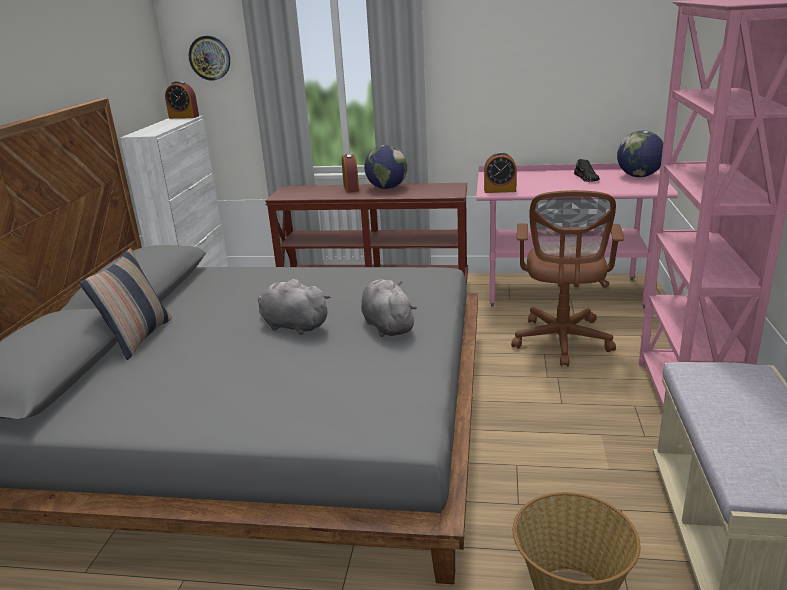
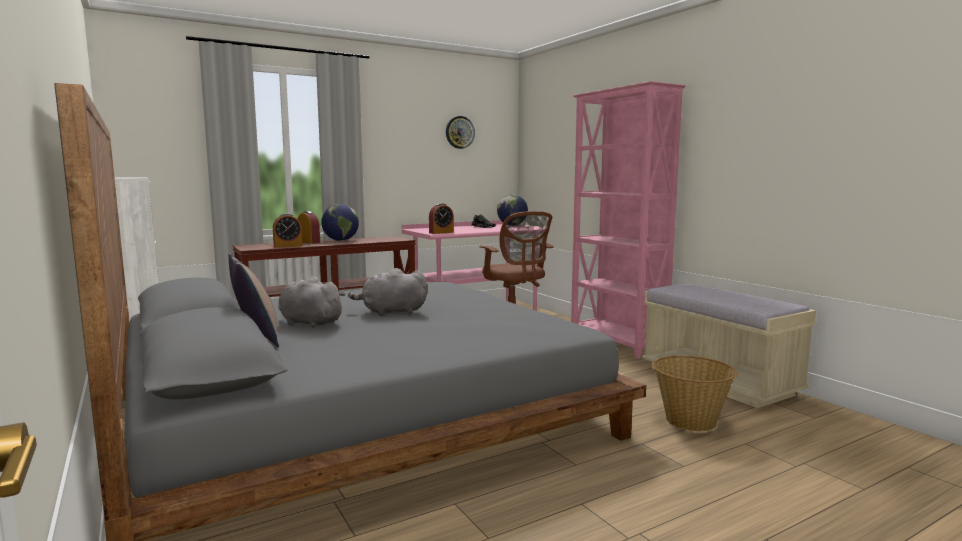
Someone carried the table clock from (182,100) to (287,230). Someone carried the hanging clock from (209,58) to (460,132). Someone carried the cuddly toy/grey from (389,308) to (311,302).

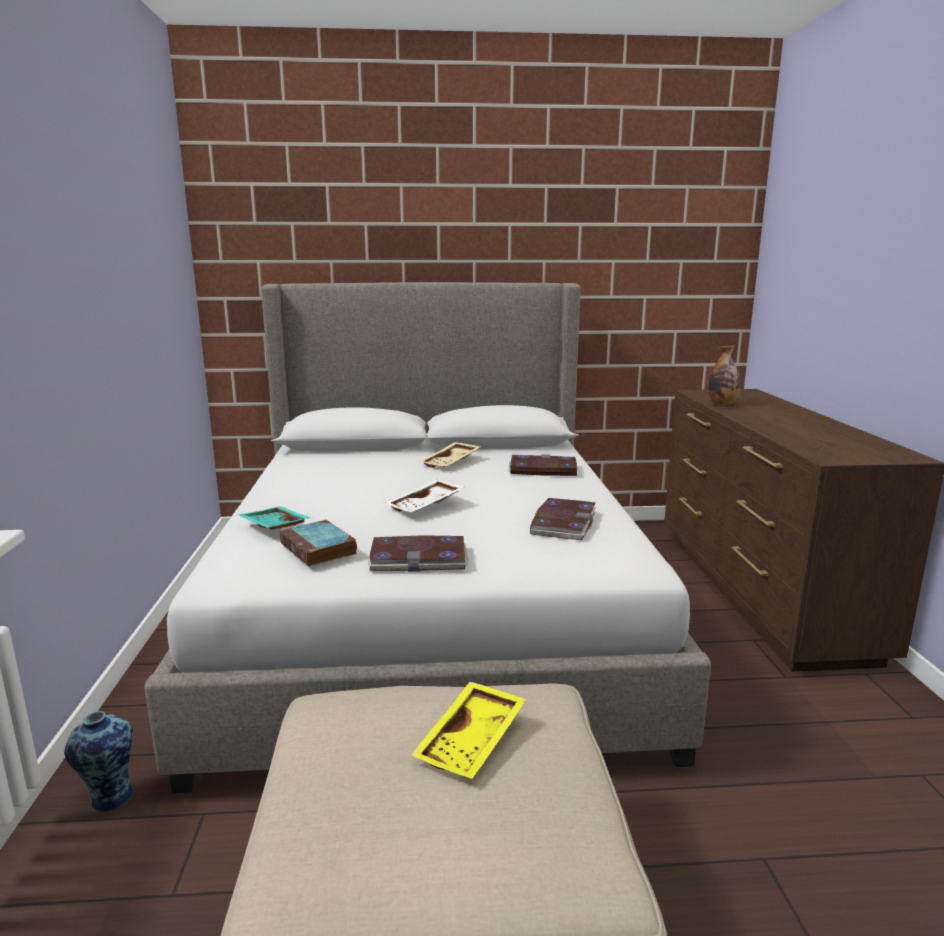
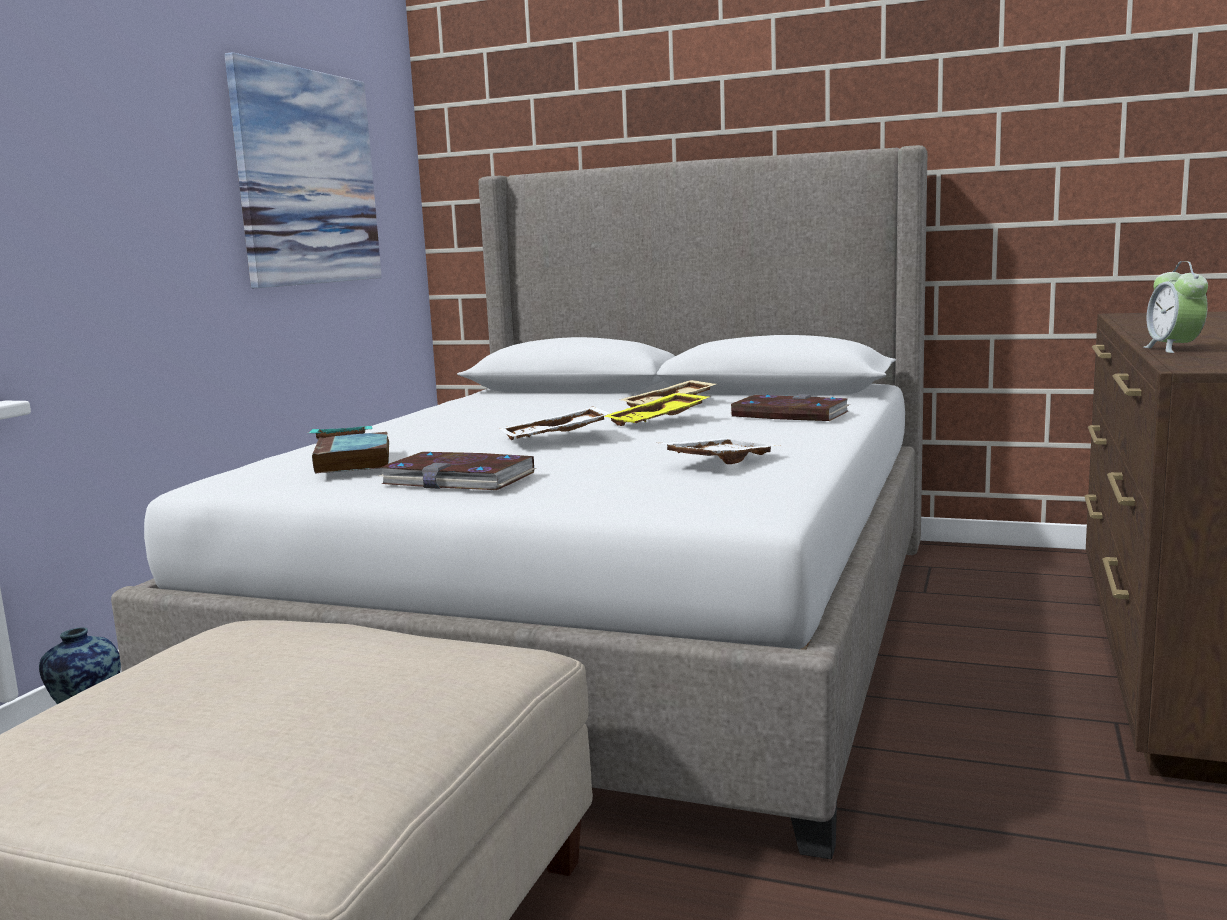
Someone carried the carrying tray/yellow-coloured from (468,730) to (656,409). Someone swapped the bound book at (563,519) for the carrying tray/whitish at (718,451). Someone took away the beverage bottle at (725,375). Someone put up the picture at (303,170). Someone put down the table clock at (1176,307).

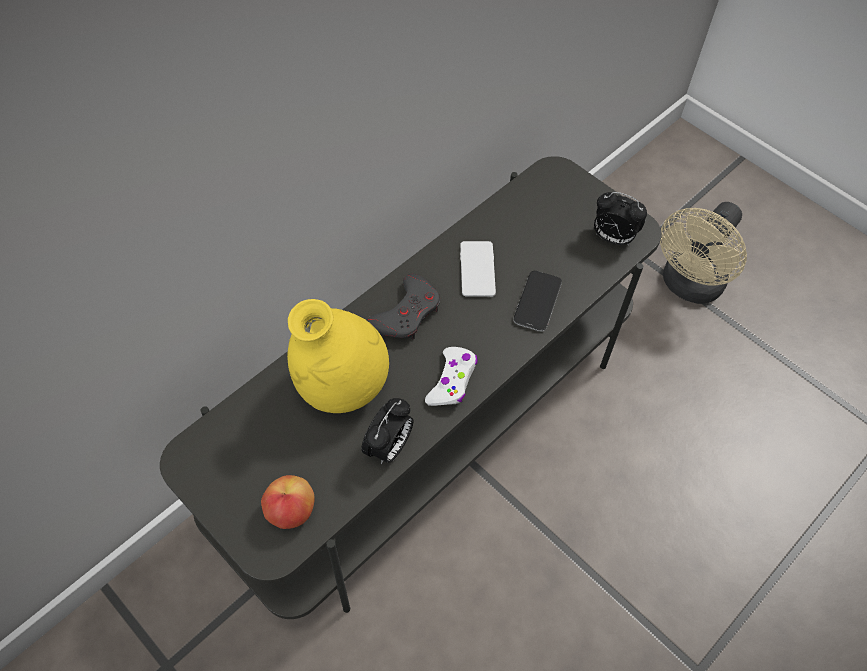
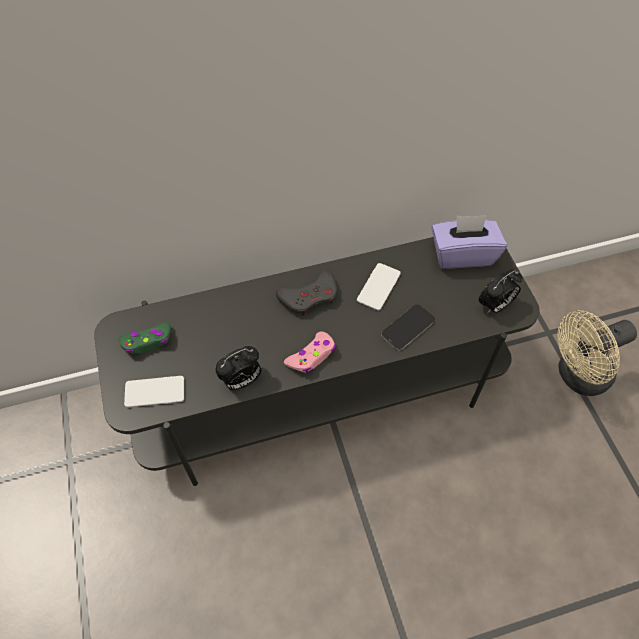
Someone swapped the apple at (288,502) for the handset at (154,391). Someone took away the decorative vase/yellow-coloured at (338,356). Someone repainted the game controller/whitish at (451,376), which became the game controller/pink-coloured at (310,352). Someone rotated the table clock at (620,219) by 90 degrees counterclockwise. Someone put down the game controller/green-coloured at (144,338). Someone put down the tissue holder/purple-coloured at (469,242).

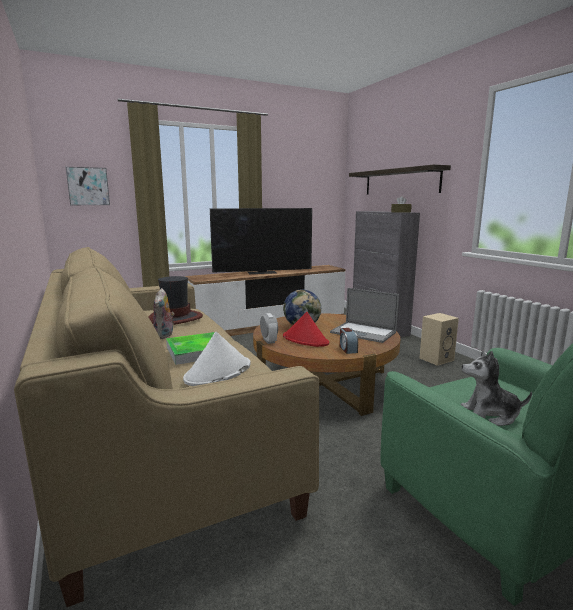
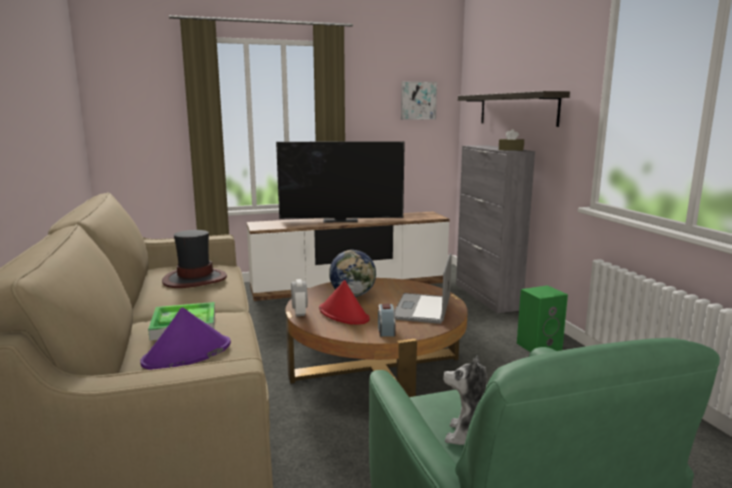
Someone carried the picture from (88,186) to (419,100). Someone took away the cuddly toy at (164,313). Someone repainted the clothing hat/whitish at (216,359), which became the clothing hat/purple-coloured at (185,338). Someone rotated the notebook computer at (364,315) by 60 degrees clockwise. Someone repainted the loudspeaker/beige-coloured at (439,339), which became the loudspeaker/green-coloured at (542,318).

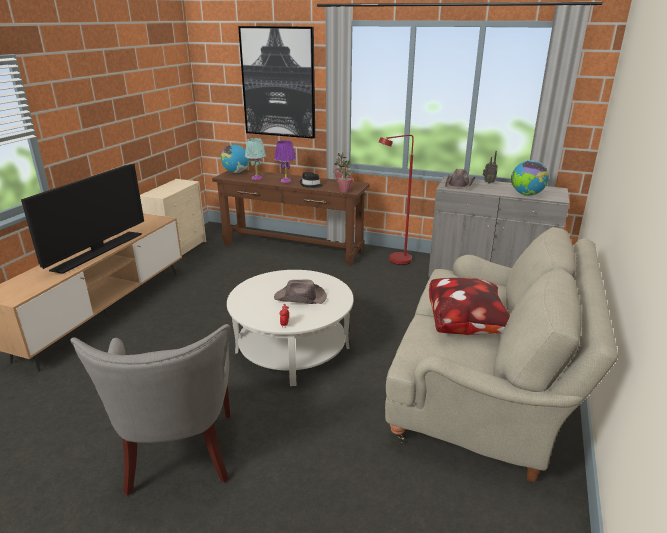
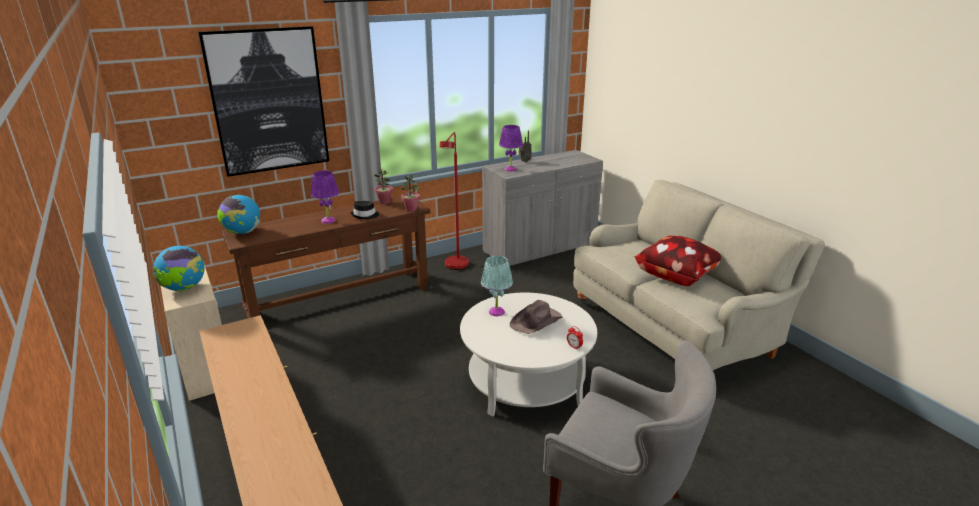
Someone took away the television at (82,219). Someone carried the lamp for a table/turquoise-coloured from (255,159) to (497,286). Someone swapped the clothing hat/brown at (460,179) for the lamp for a table/purple-coloured at (511,148). Someone carried the globe from (530,178) to (178,269).

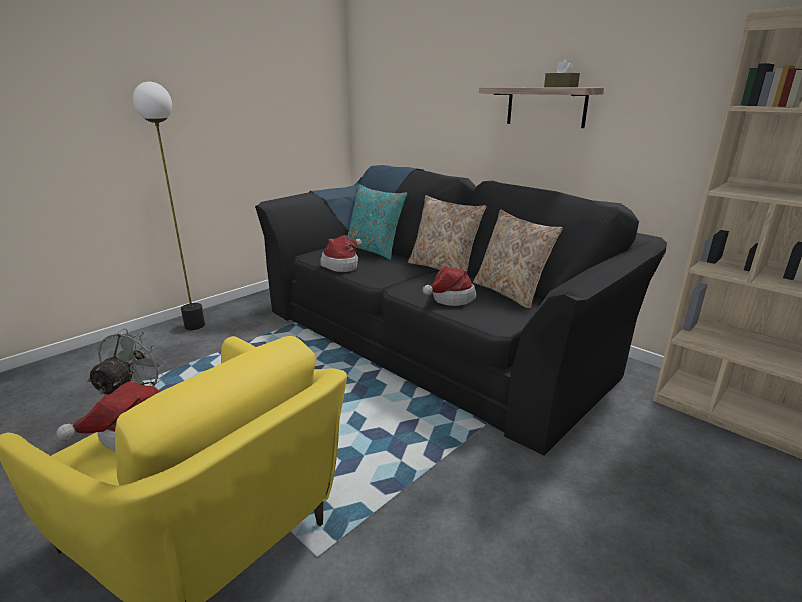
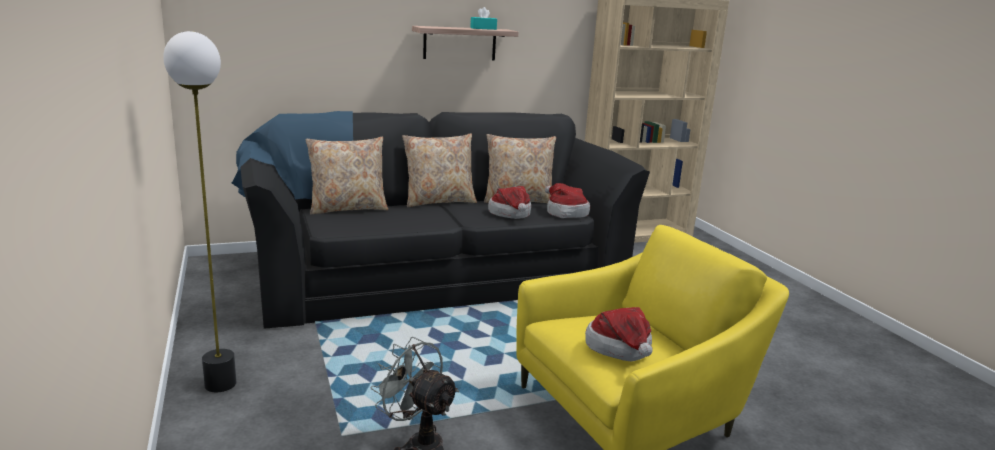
Someone carried the clothing hat from (341,253) to (567,200). Someone repainted the cushion/turquoise-coloured at (377,222), which became the cushion/beige-coloured at (347,175). Someone repainted the tissue holder/brown at (562,73), which became the tissue holder/turquoise-coloured at (483,18).

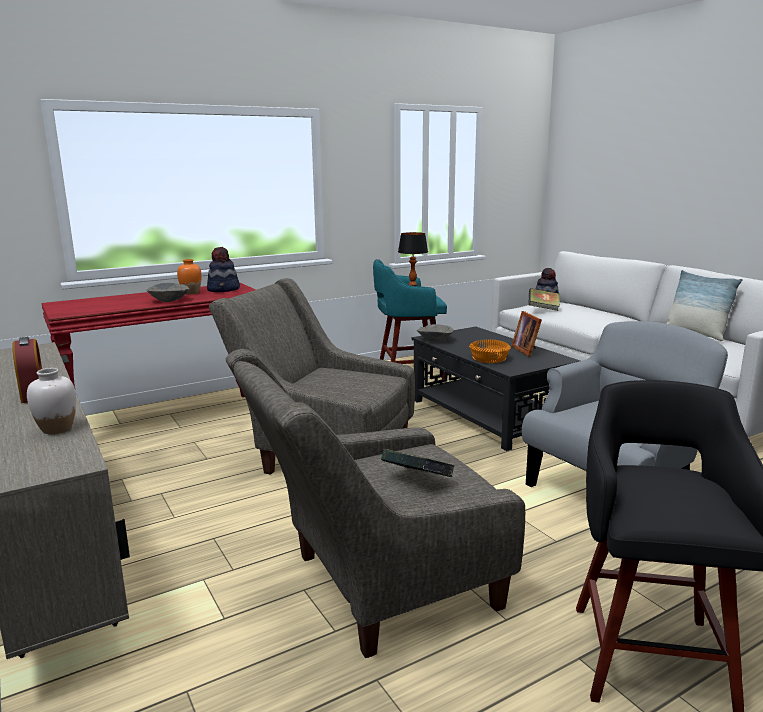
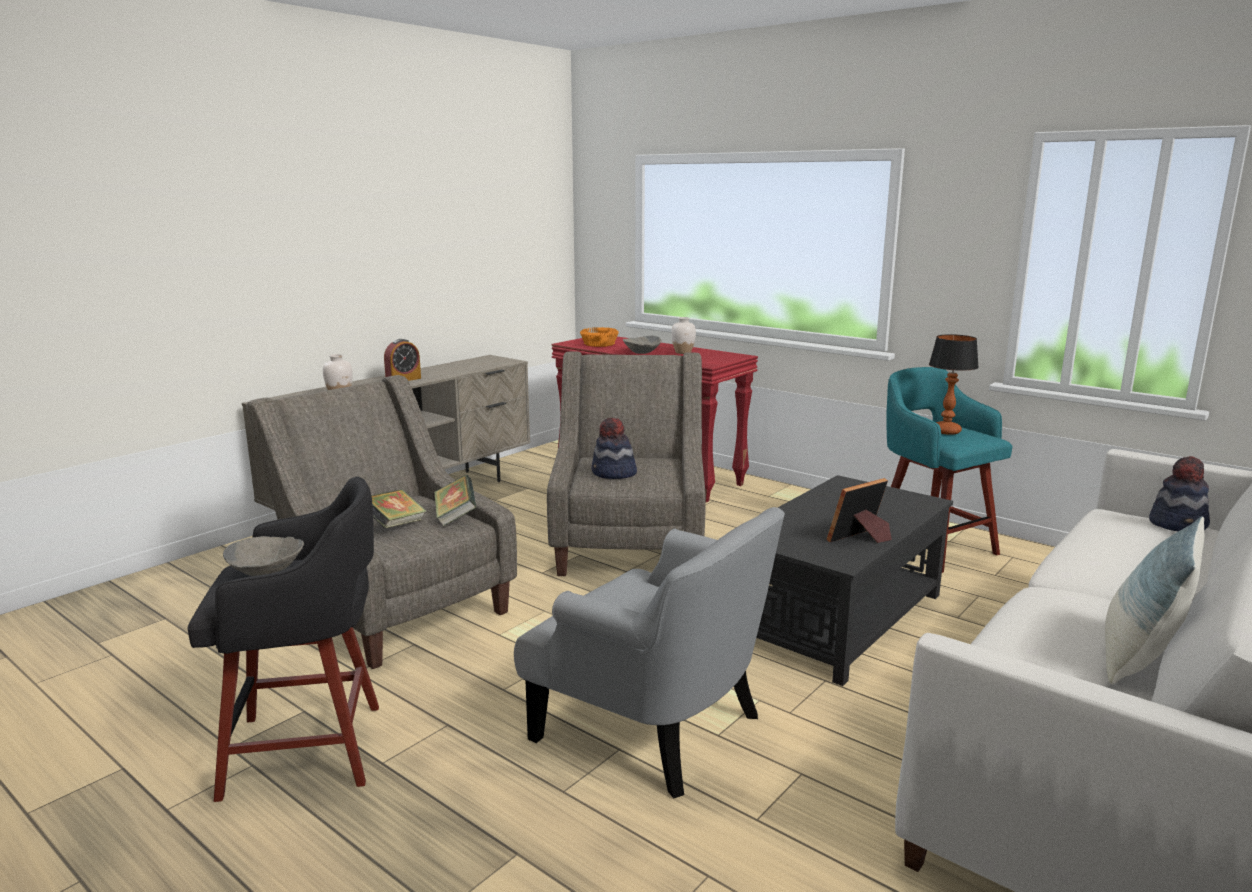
Someone repainted the decorative vase/orangey at (189,276), which became the decorative vase/whitish at (683,335). Someone carried the clothing hat from (223,269) to (614,448). Someone carried the serving bowl/grey from (435,333) to (263,556). Someone carried the serving bowl/orangey from (490,351) to (599,337). Someone carried the bound book from (544,299) to (455,501).

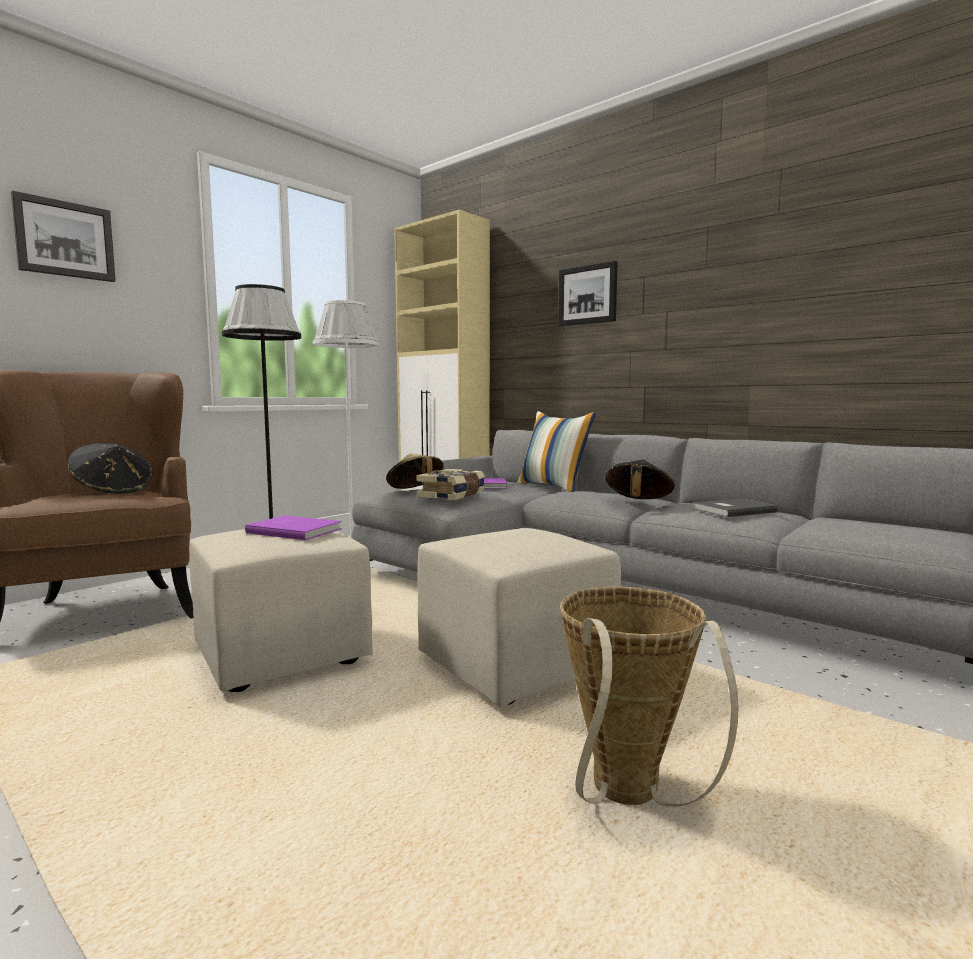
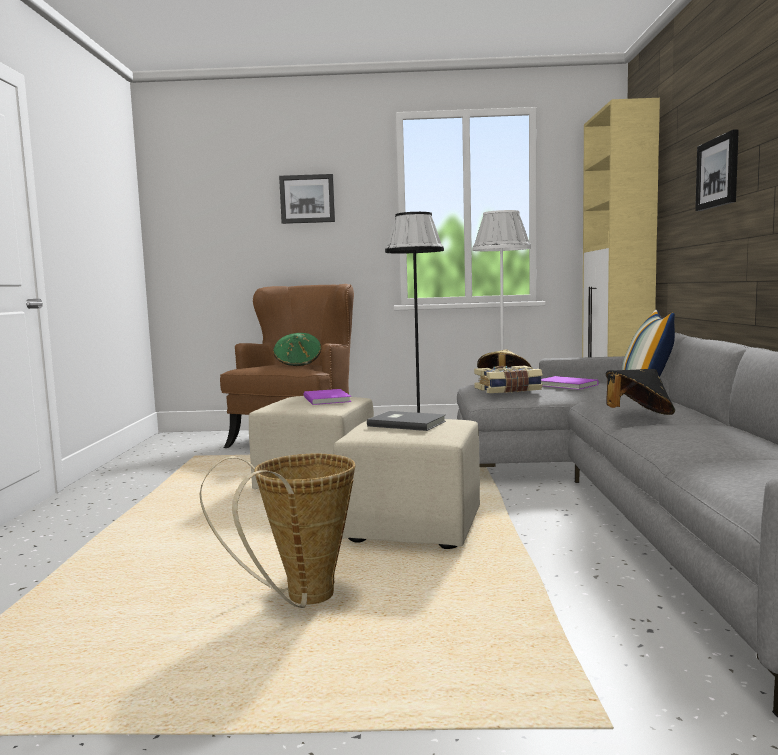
Someone repainted the clothing hat/black-coloured at (110,468), which became the clothing hat/green-coloured at (297,349). Someone carried the bound book/grey from (735,507) to (406,421).

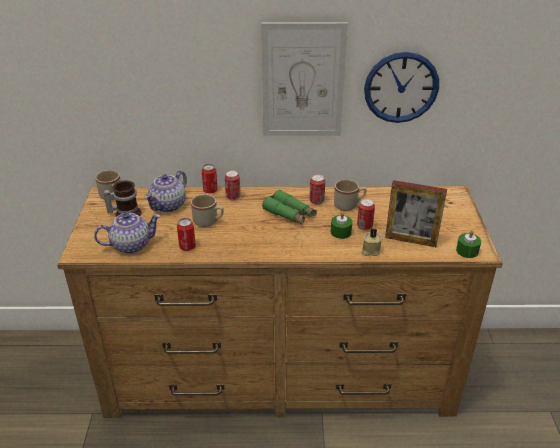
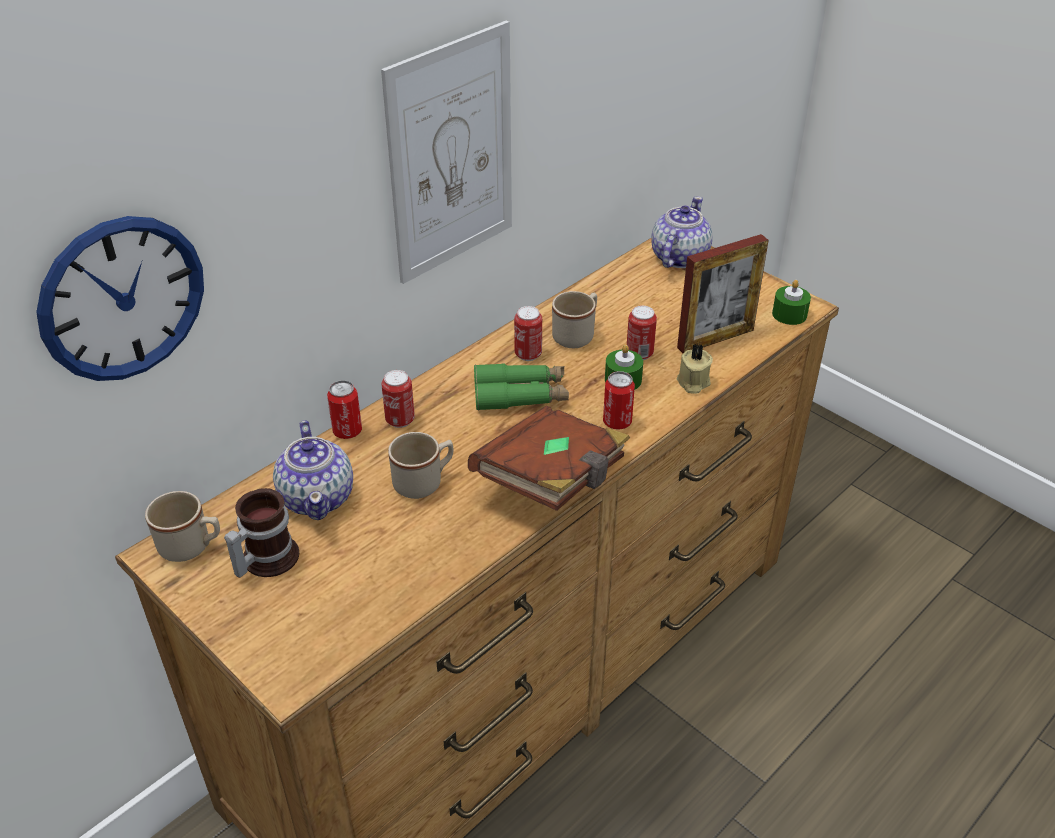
Someone carried the pot for tea from (127,233) to (682,232). Someone carried the sealed can from (186,234) to (619,400). Someone carried the hanging clock from (401,87) to (120,298). Someone put down the bound book/brown at (549,458).

